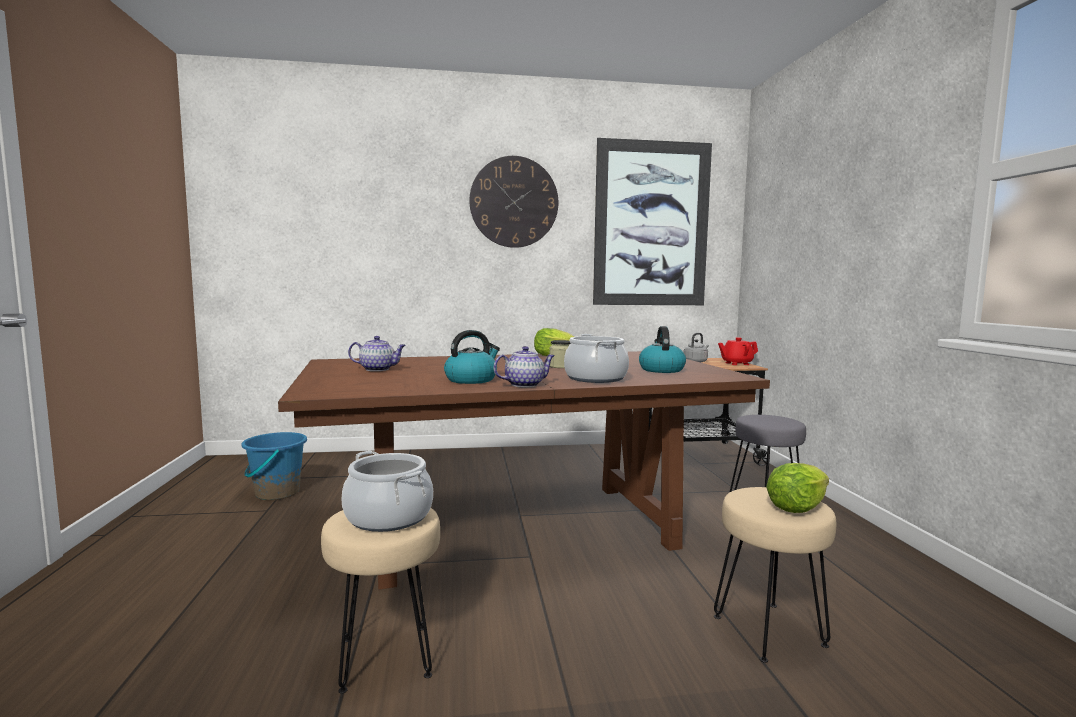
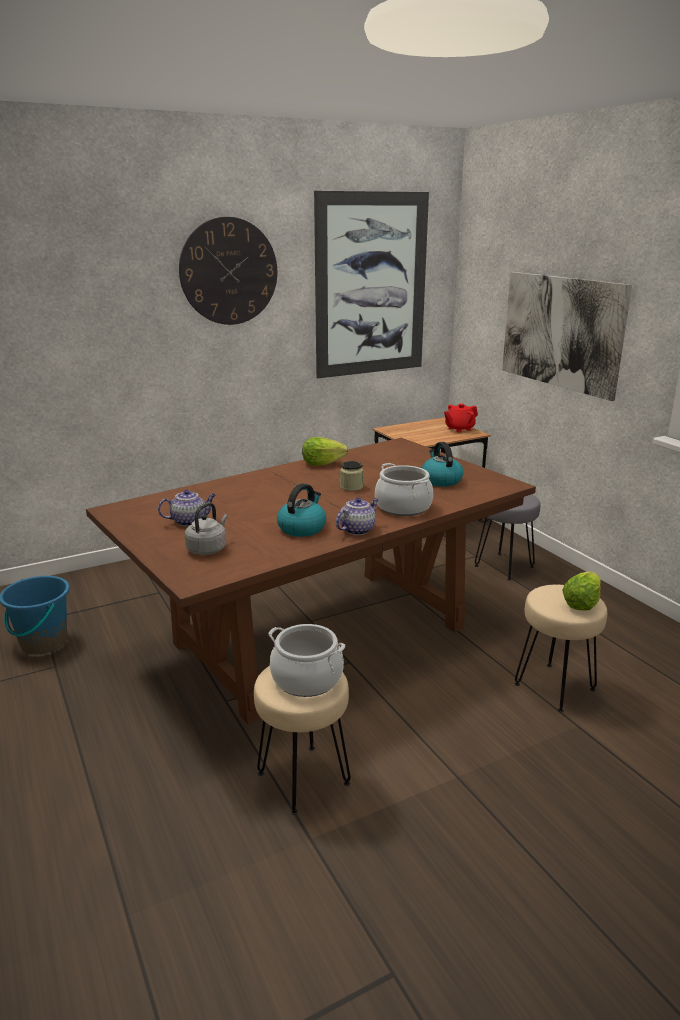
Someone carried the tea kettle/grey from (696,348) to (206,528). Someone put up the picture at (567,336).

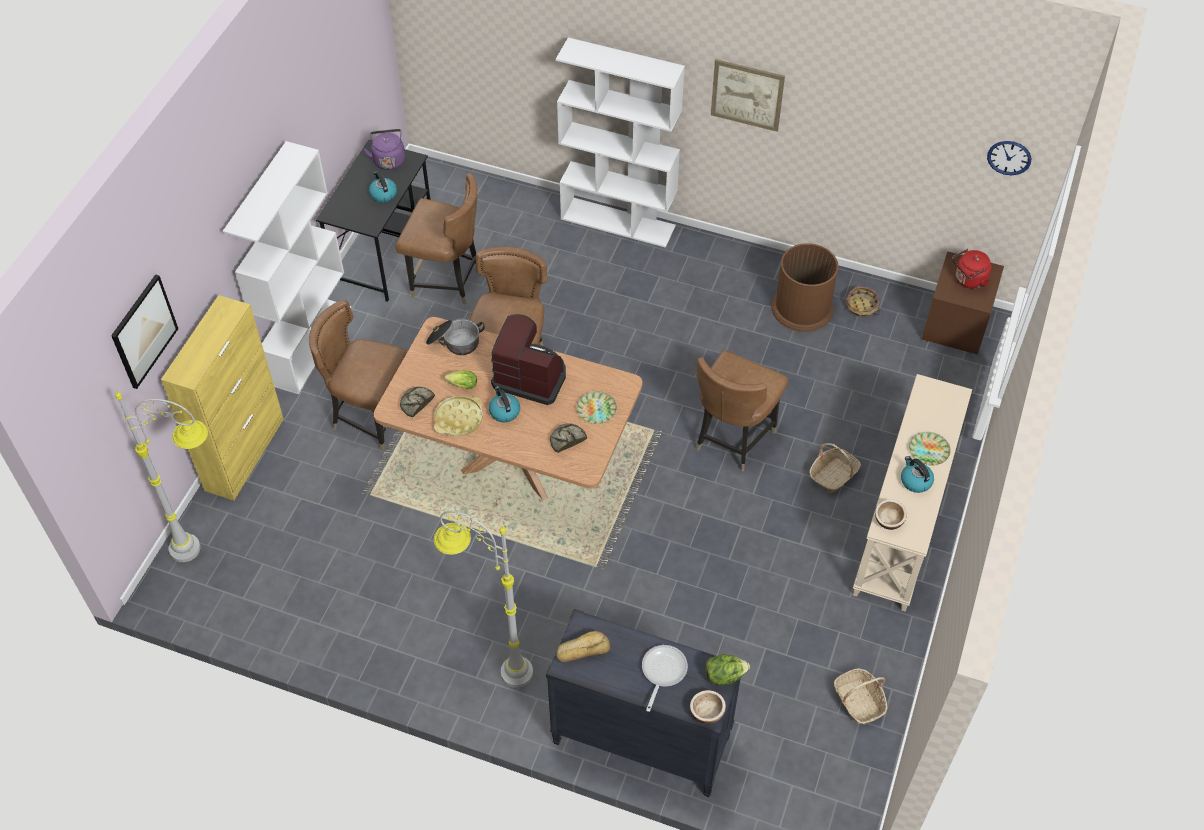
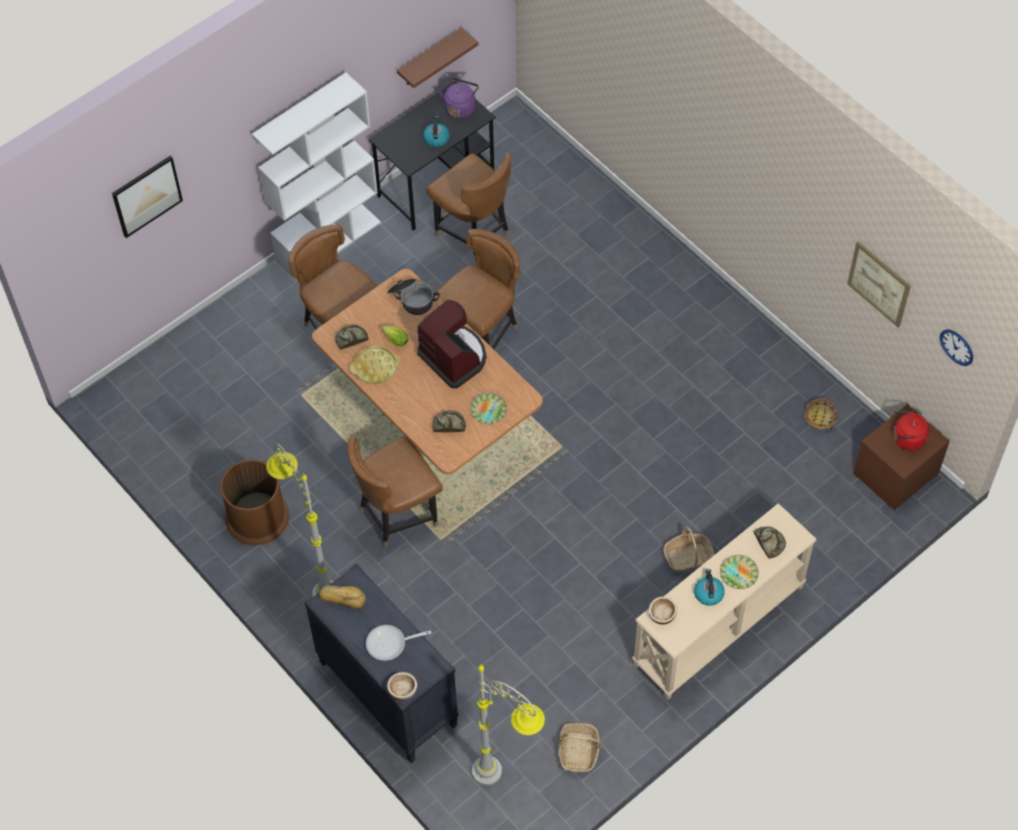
Someone carried the standard lamp/grey from (161,476) to (508,725). Someone took away the cupboard/yellow-coloured at (222,397). Someone took away the tea kettle at (504,404). Someone took away the bookshelf/whitish at (620,143). Someone rotated the pan at (665,678) by 150 degrees counterclockwise. Someone carried the chair/brown from (741,410) to (395,491). Someone took away the lettuce at (727,670). Someone carried the picture from (748,95) to (879,284). Someone carried the rubbish bin/brown from (805,287) to (254,502). Someone put up the wall shelf/brown at (438,58). Someone put down the bakery bread at (770,542).

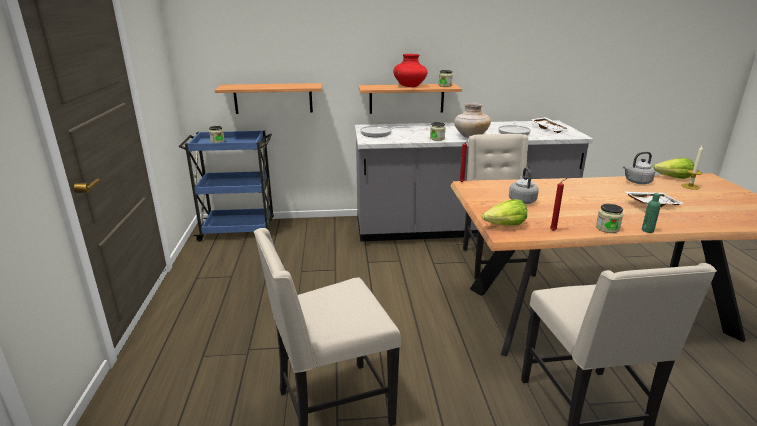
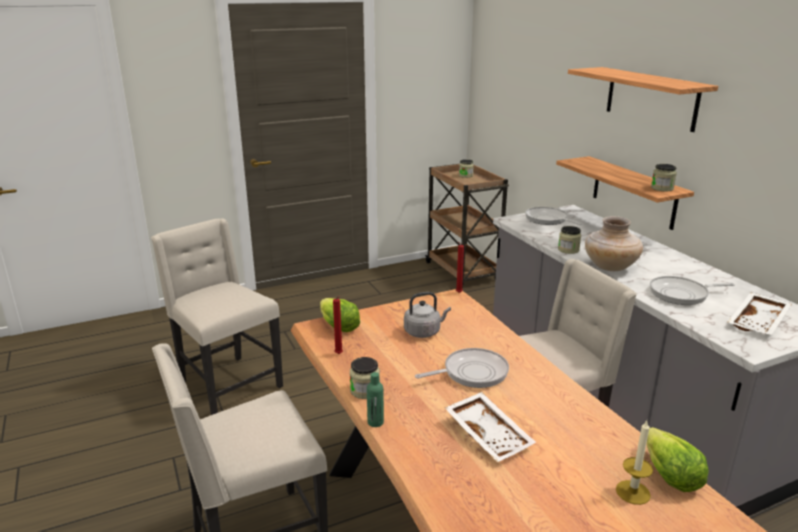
Someone repainted the trolley/blue-coloured at (226,186), which became the trolley/brown at (467,225). Someone carried the wall shelf from (268,98) to (643,99). Someone took away the decorative vase/red-coloured at (410,70). Someone took away the tea kettle/grey at (639,168). Someone put down the pan at (462,368).

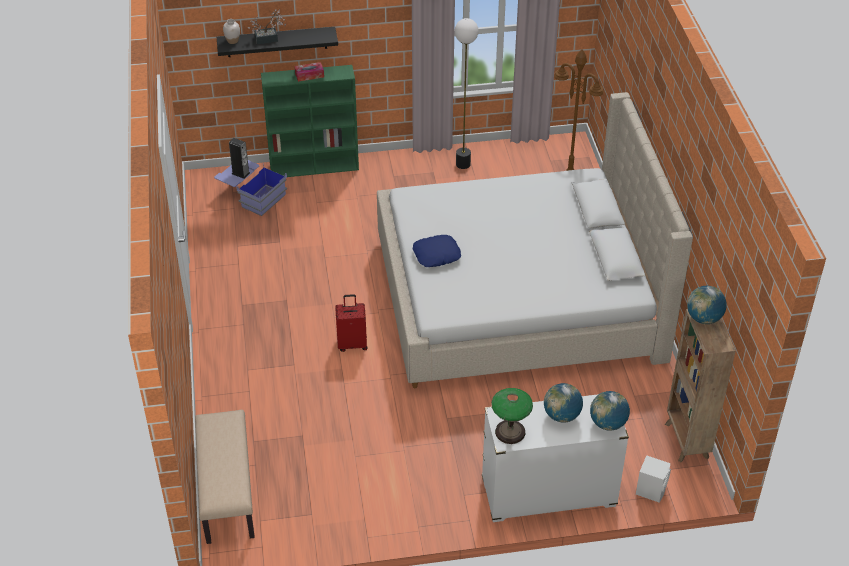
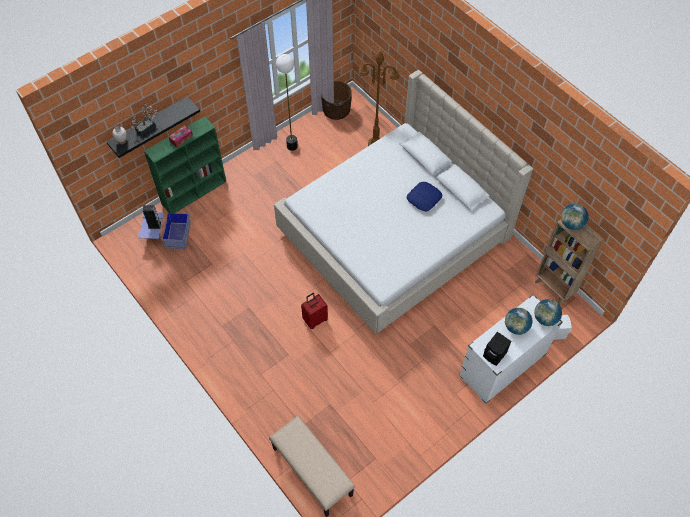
Someone carried the cushion/blue-coloured from (437,251) to (424,196). Someone swapped the lamp for a table at (512,416) for the loudspeaker/black-coloured at (497,349). Someone put down the flower pot/brown at (336,100).

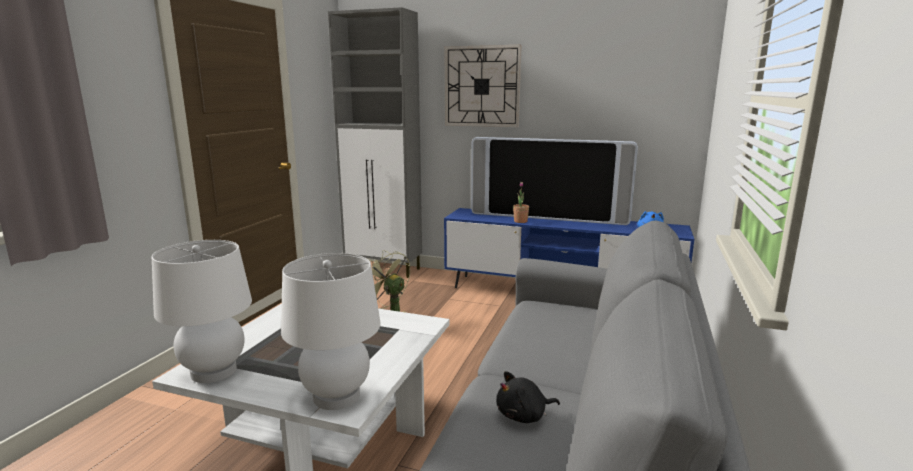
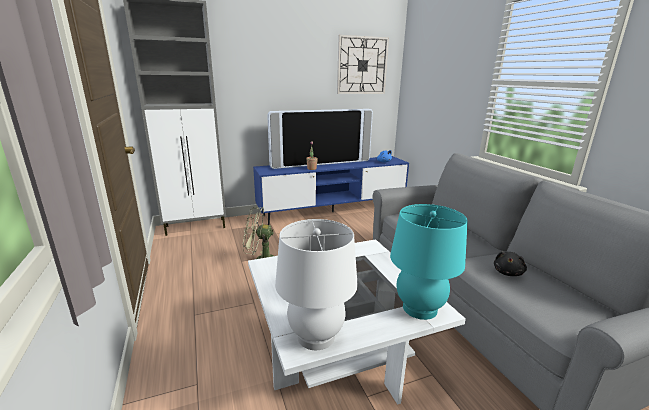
Someone repainted the lamp for a table/whitish at (331,331), which became the lamp for a table/turquoise-coloured at (429,262). Someone carried the hanging clock from (483,86) to (363,64).

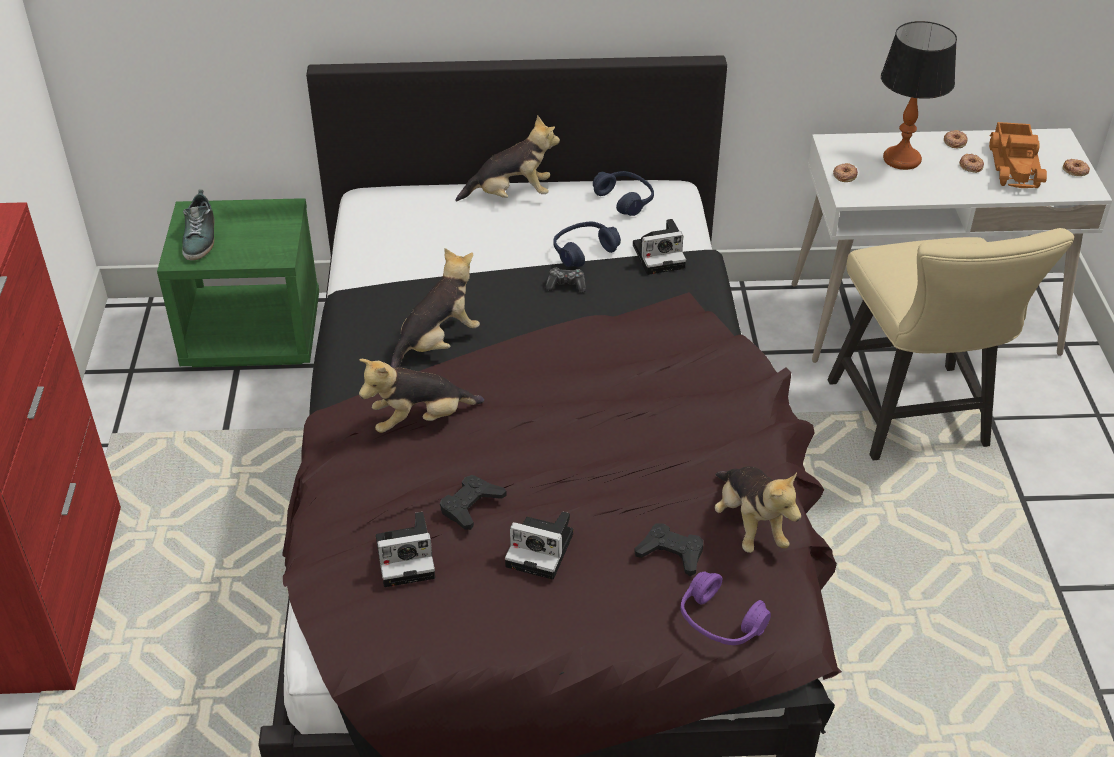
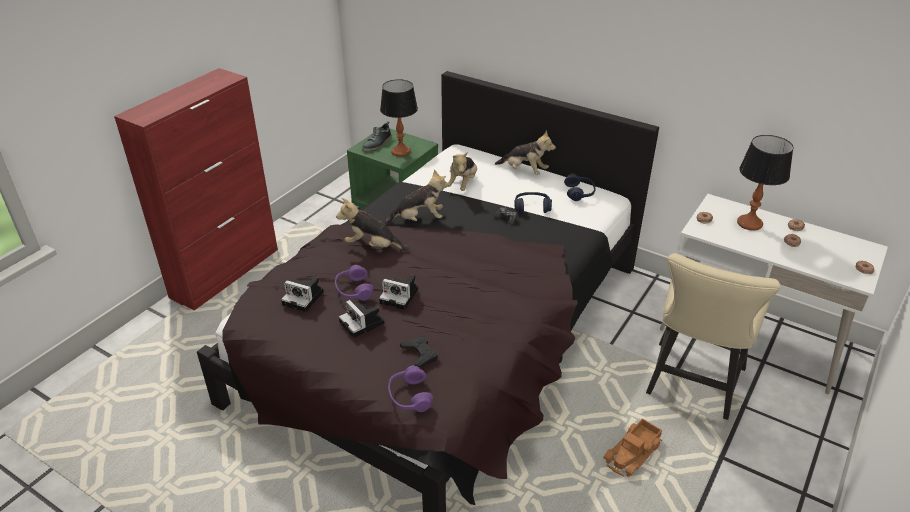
Someone swapped the game controller/black-coloured at (473,502) for the pair of headphones/purple-coloured at (354,283). Someone carried the still camera from (659,247) to (398,292). Someone carried the cuddly toy from (758,509) to (462,171). Someone carried the toy truck from (1018,155) to (632,447). Someone put down the lamp for a table at (399,118).

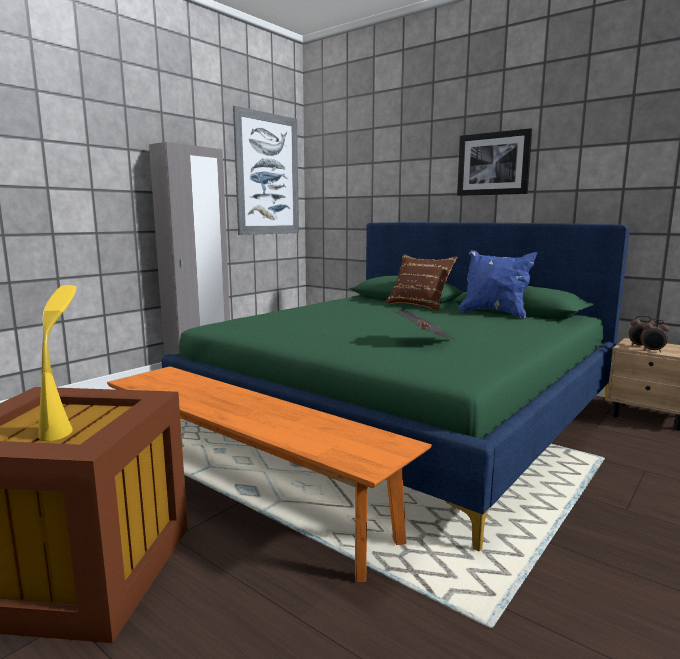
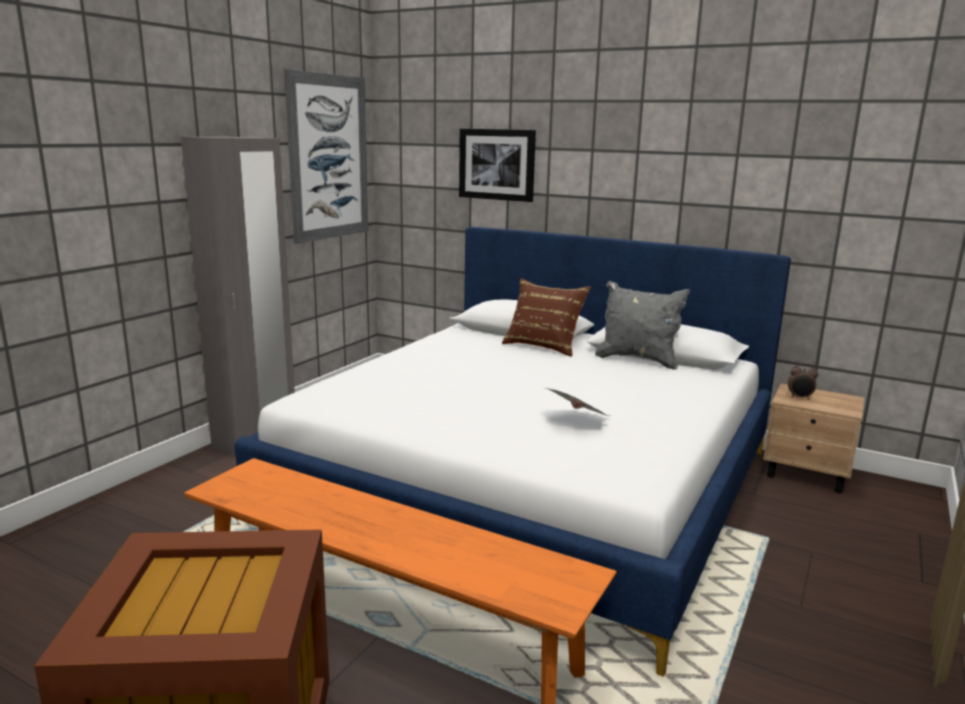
Someone took away the lamp for a table/yellow-coloured at (57,363). Someone repainted the sleeping bed/green-coloured at (396,386), which became the sleeping bed/whitish at (513,451). Someone carried the picture from (494,162) to (497,165). Someone repainted the cushion/blue-coloured at (498,284), which became the cushion/grey at (642,325). Someone took away the table clock at (654,335).

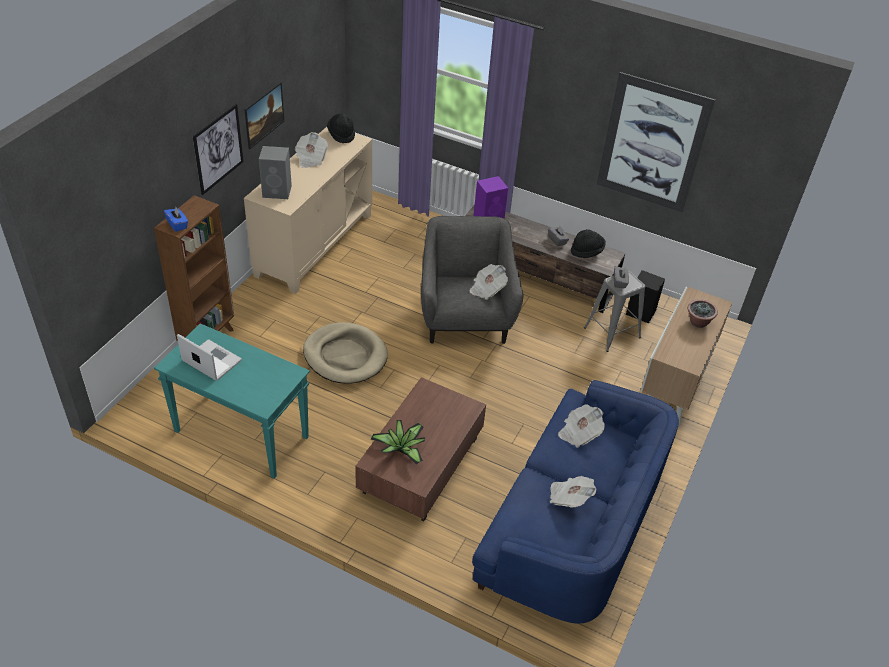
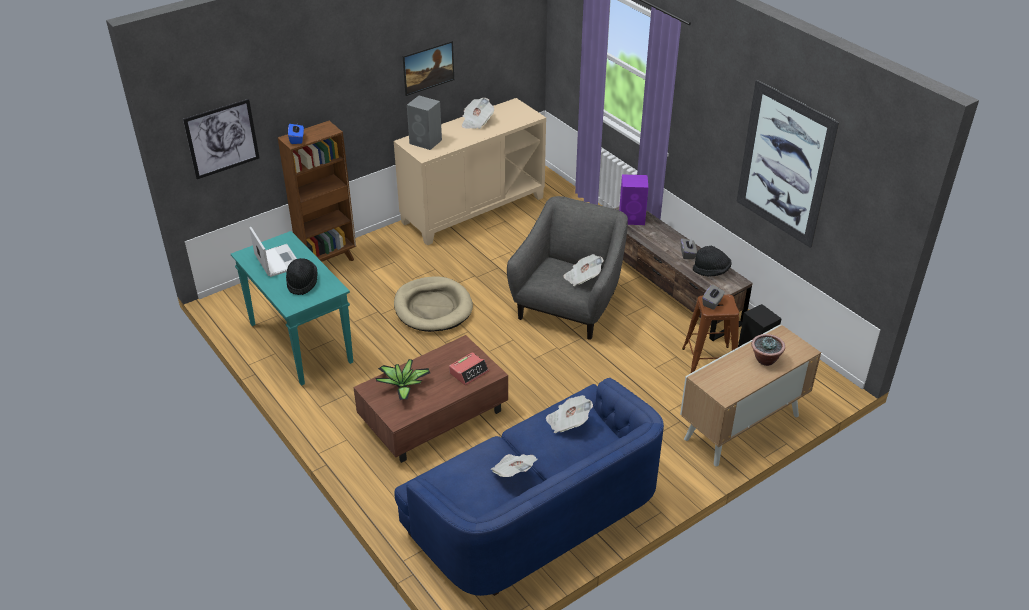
Someone carried the picture from (218,149) to (221,139). Someone carried the clothing hat/black-coloured from (341,128) to (301,276). Someone repainted the stool/grey at (614,311), which became the stool/brown at (710,334). Someone put down the table clock at (469,368).

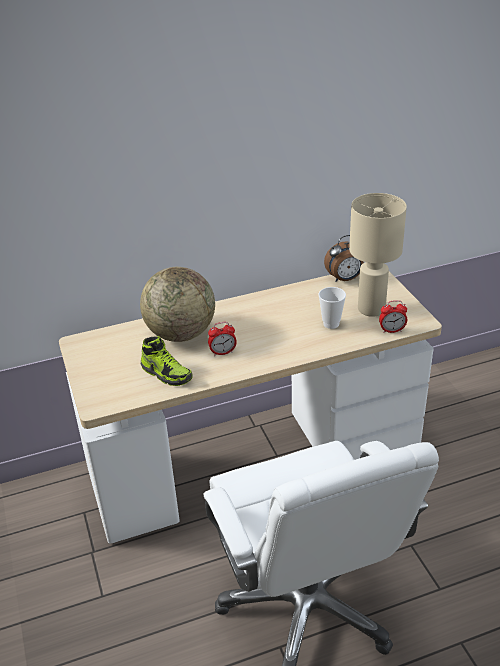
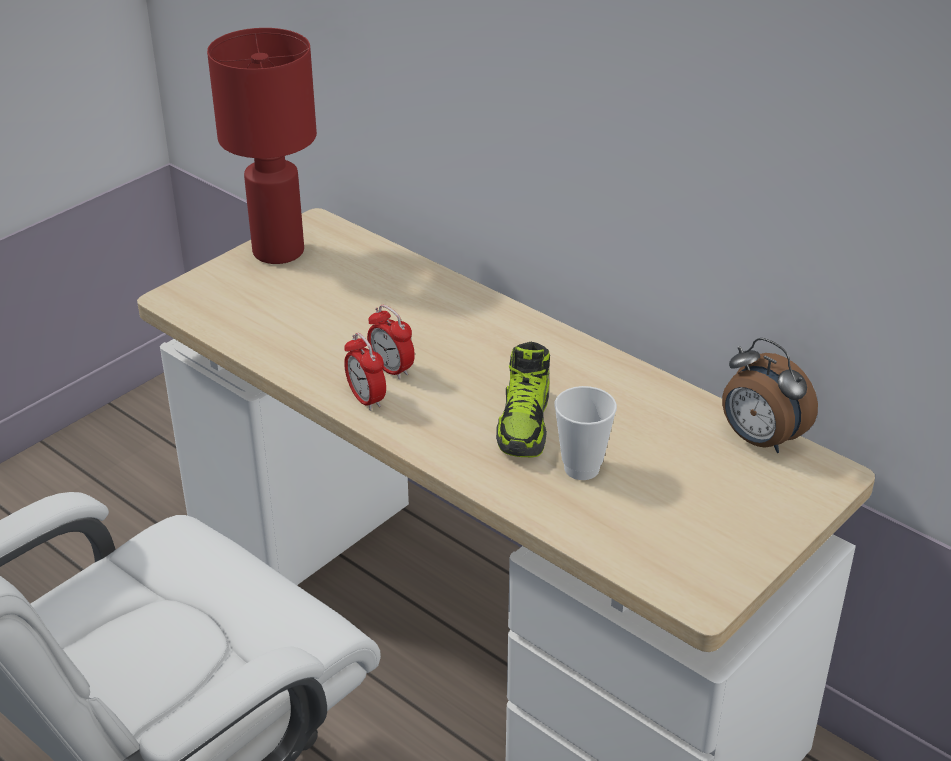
Someone took away the globe at (177,304). Someone carried the shoe from (167,361) to (523,399). Someone took away the lamp for a table/beige-coloured at (378,255). Someone carried the table clock from (393,316) to (365,372). Someone put down the lamp for a table/red-coloured at (262,146).

